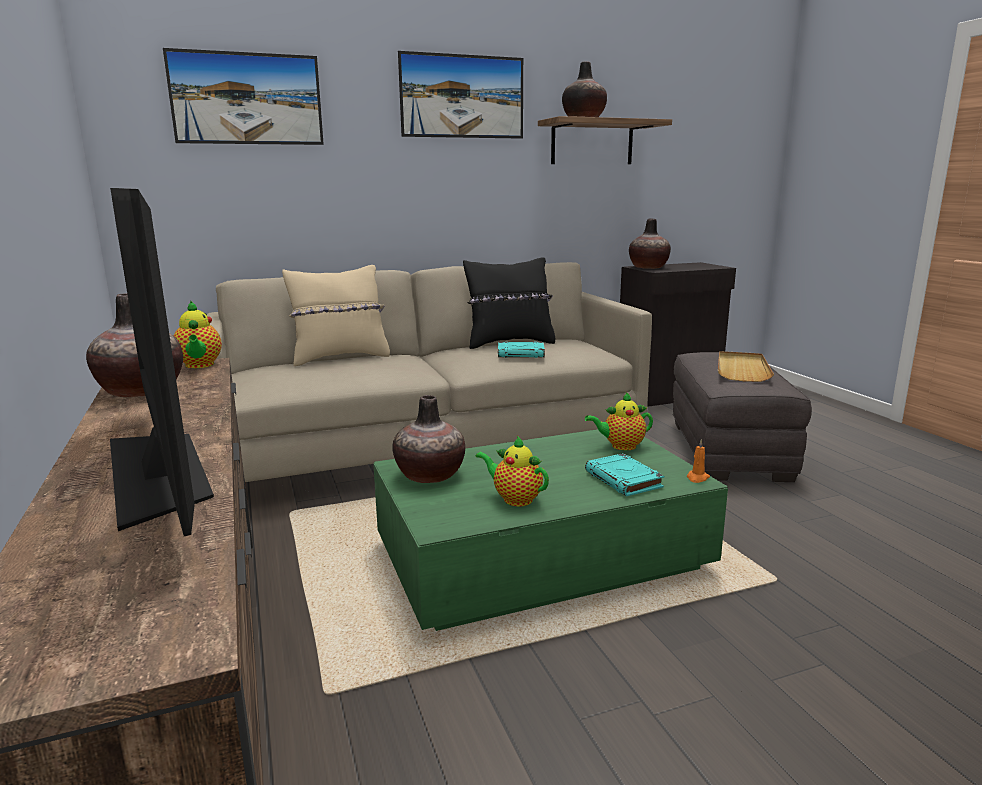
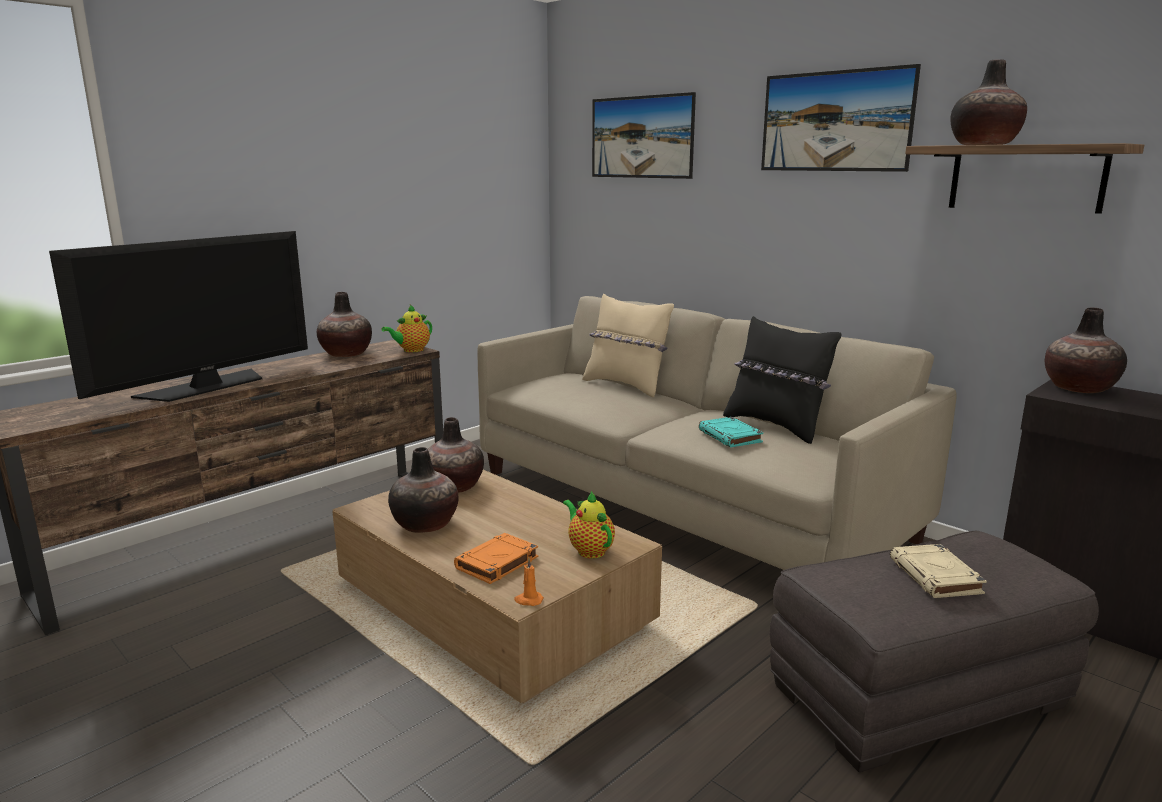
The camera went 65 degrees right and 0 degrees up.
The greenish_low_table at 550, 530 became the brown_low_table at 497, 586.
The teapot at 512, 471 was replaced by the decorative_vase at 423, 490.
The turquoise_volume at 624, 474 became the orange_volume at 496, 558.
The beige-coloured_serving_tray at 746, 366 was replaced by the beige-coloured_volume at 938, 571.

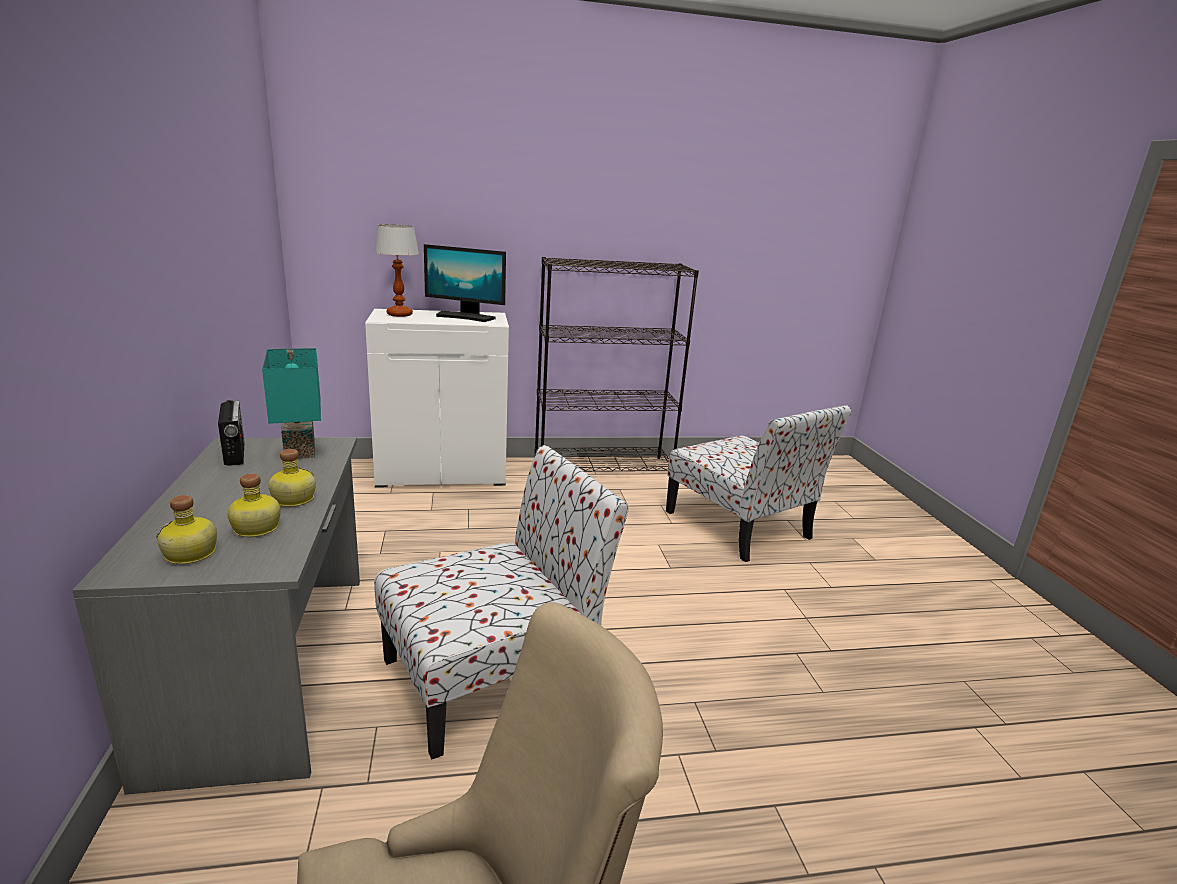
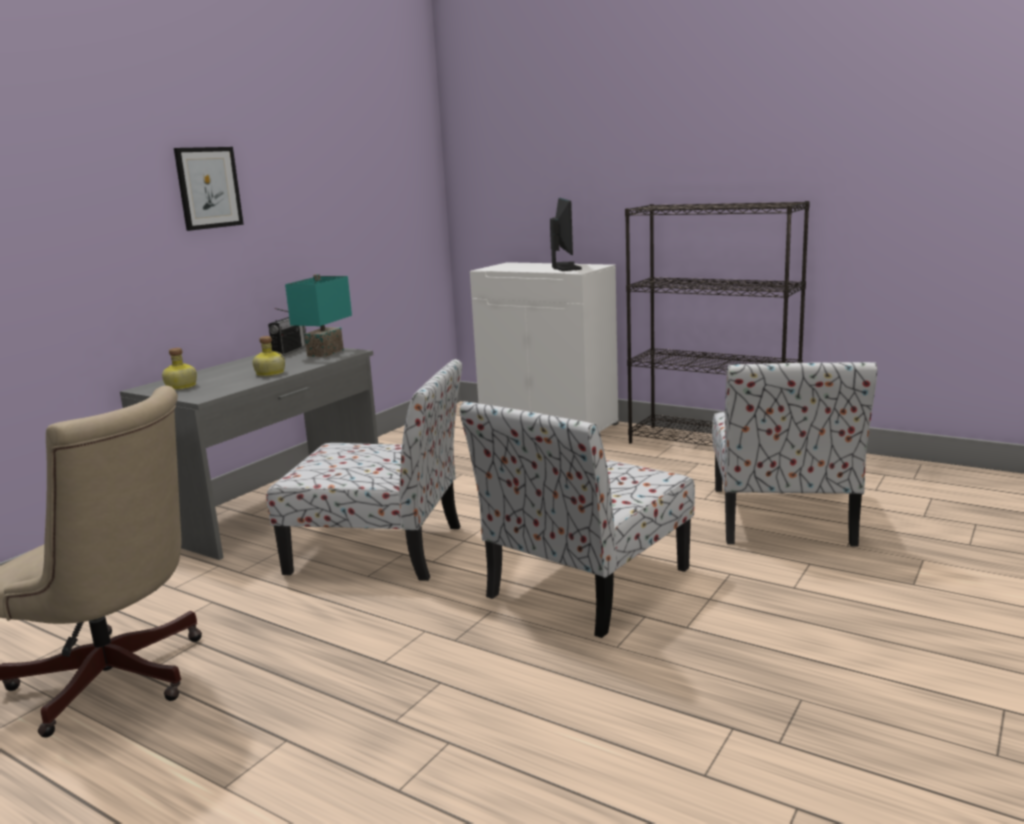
The camera went 45 degrees right and 5 degrees down.
The bottle at 254, 505 disappeared.
The table_lamp at 397, 270 disappeared.
The monitor at 465, 283 turned 150 degrees counterclockwise.
The wall_picture at 209, 189 appeared.
The plain_chair at 577, 519 appeared.

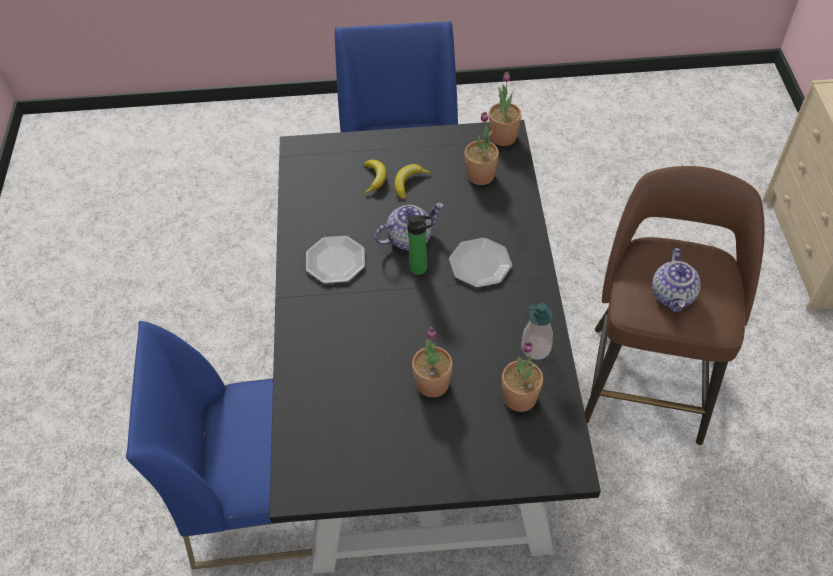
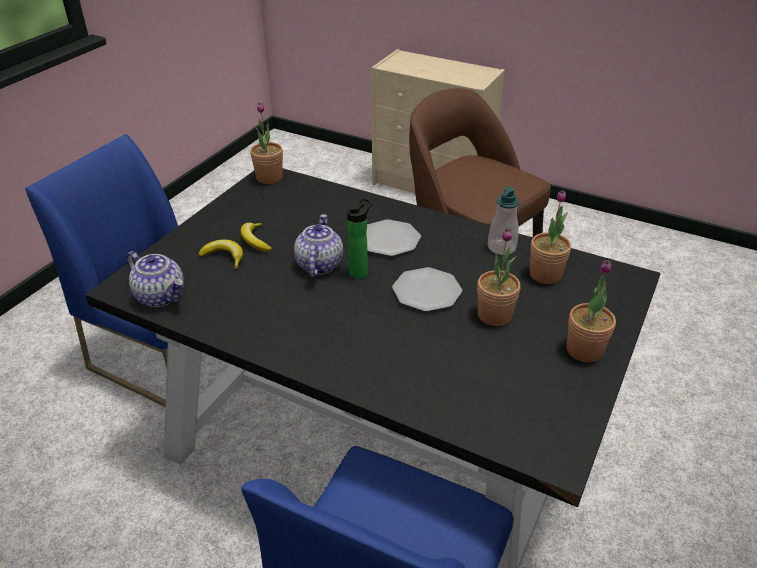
The camera went 60 degrees left and 15 degrees down.
The flat_dish moved from 335, 260 to 427, 289.
The potted_plant moved from 482, 148 to 591, 311.
The teapot moved from 676, 280 to 155, 279.

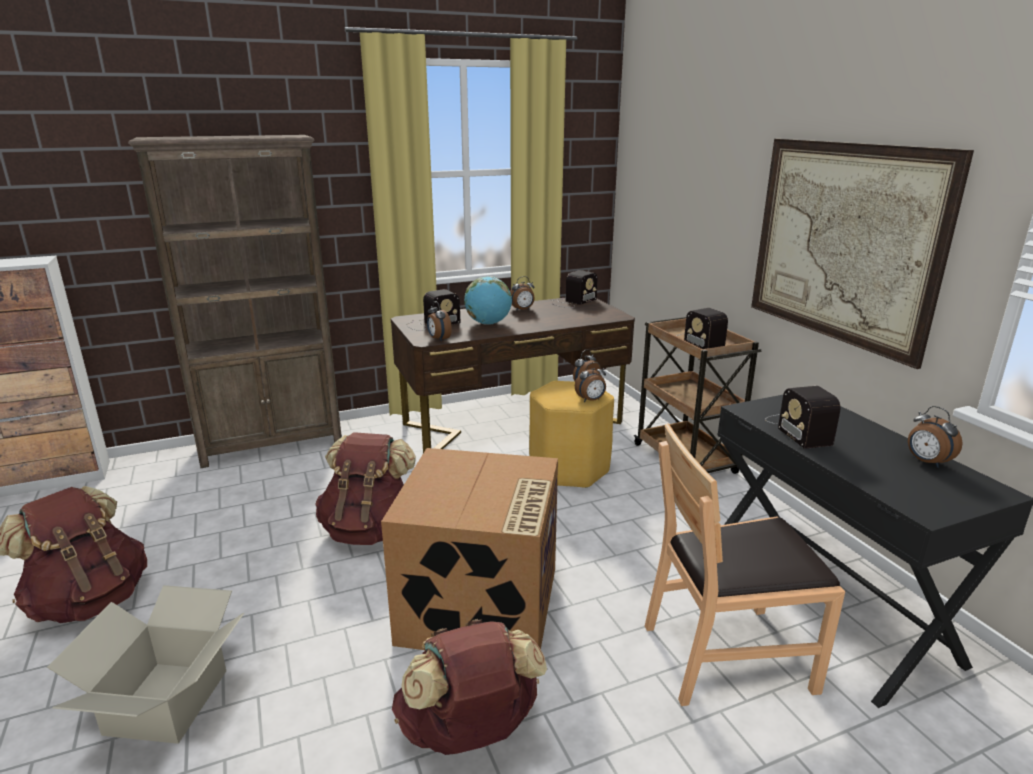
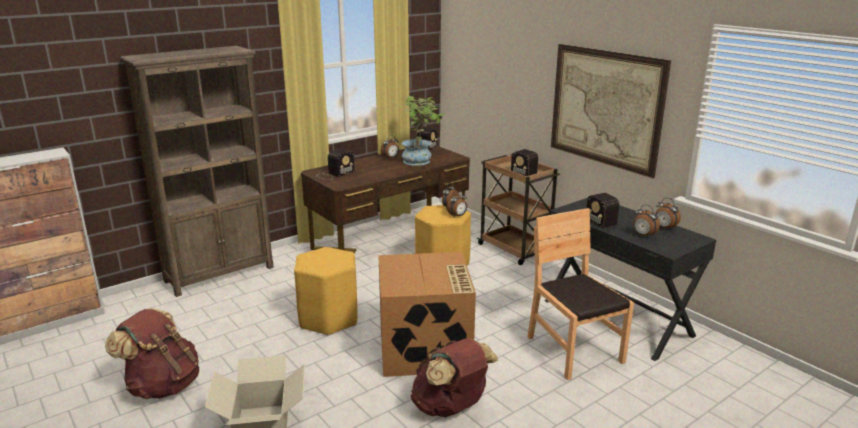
The camera went 15 degrees left and 0 degrees up.
The brown_rucksack at 365, 488 was replaced by the yellow_stool at 325, 291.
The table_clock moved from 439, 321 to 646, 221.
The world_globe at 488, 300 disappeared.
The brown_plain_chair at 745, 564 turned 90 degrees clockwise.
The potted_plant at 424, 131 appeared.

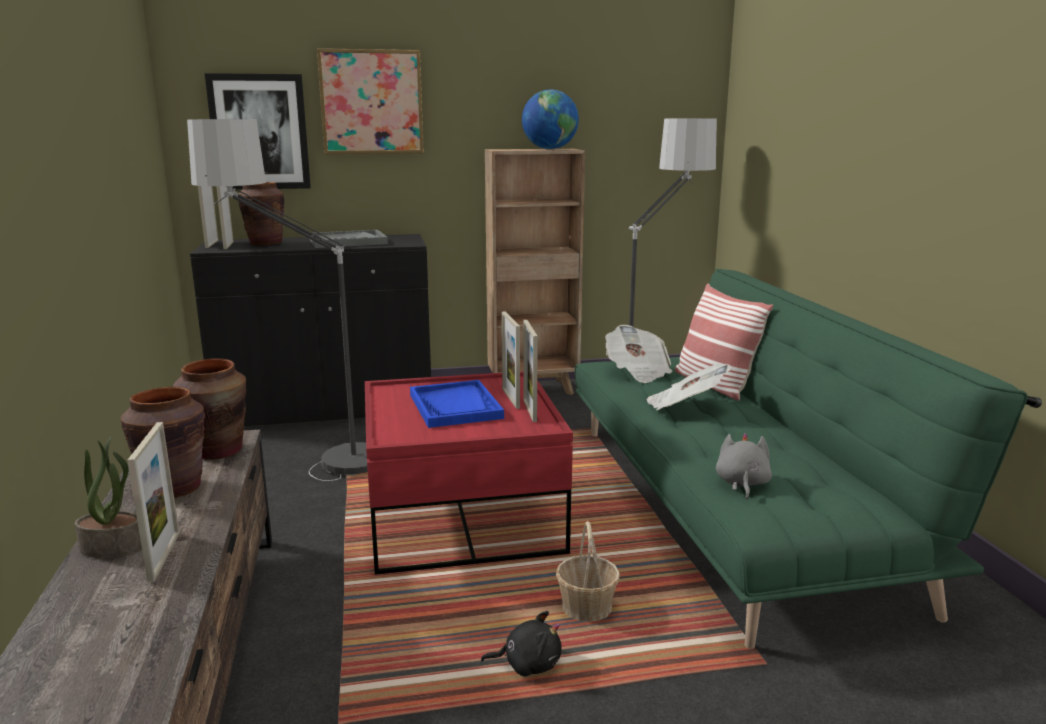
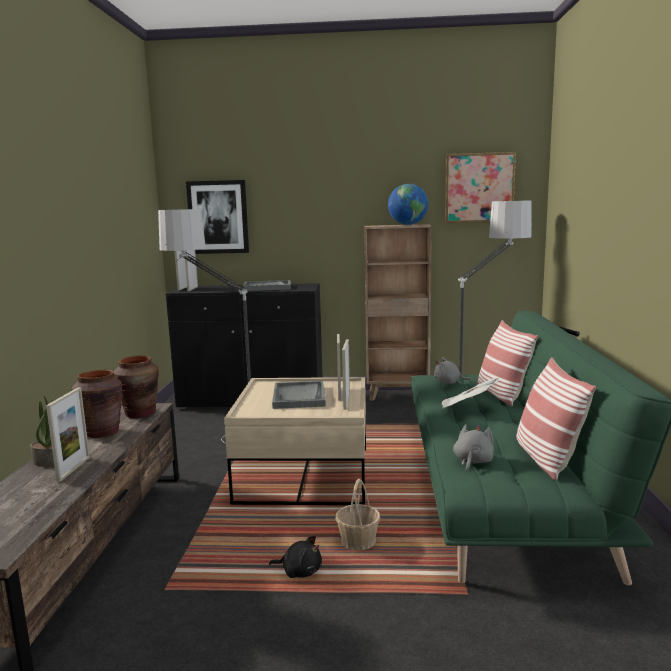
The camera went 15 degrees right and 5 degrees down.
The brown_decorative_vase at 261, 214 disappeared.
The wall_picture moved from 370, 101 to 480, 187.
The red-coloured_low_table at 469, 473 became the beige-coloured_low_table at 295, 441.
The blue-coloured_serving_tray at 457, 404 became the gray_serving_tray at 299, 395.
The daily_paper at 638, 354 was replaced by the gray_plush_toy at 453, 370.
The pillow at 556, 419 appeared.

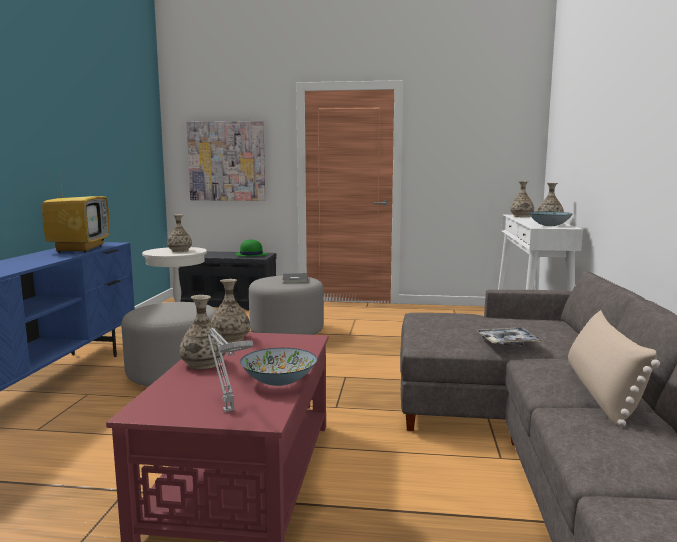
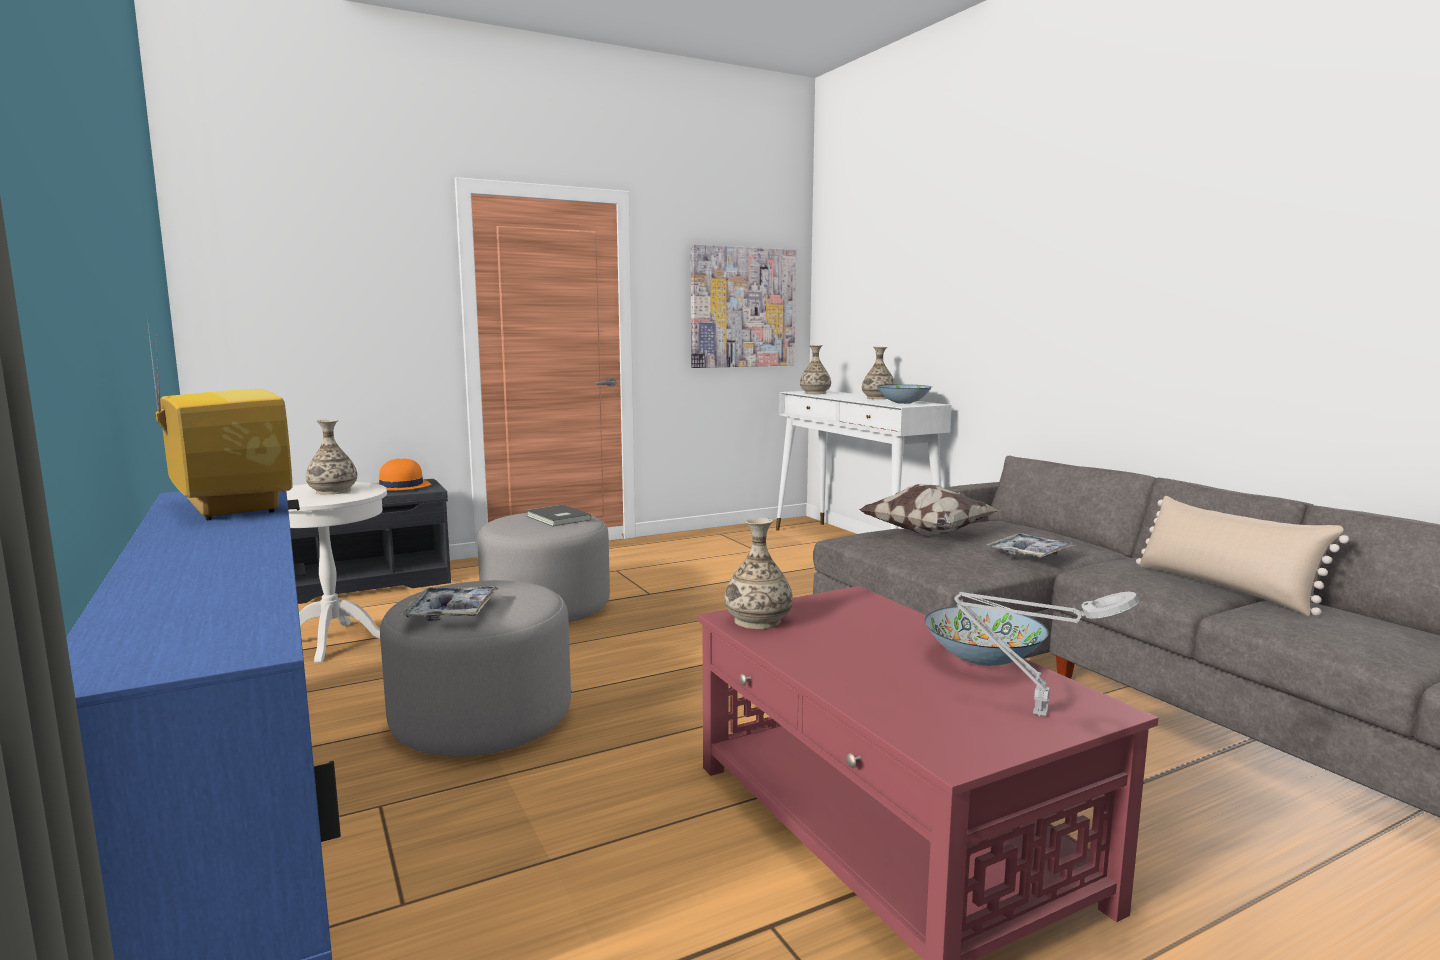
The camera went 35 degrees left and 0 degrees up.
The decorative_vase at 202, 332 disappeared.
The wall_picture moved from 226, 161 to 743, 306.
The greenish_wearable_hat at 251, 247 became the orange_wearable_hat at 403, 474.
The serving_tray at 449, 603 appeared.
The pillow at 929, 510 appeared.

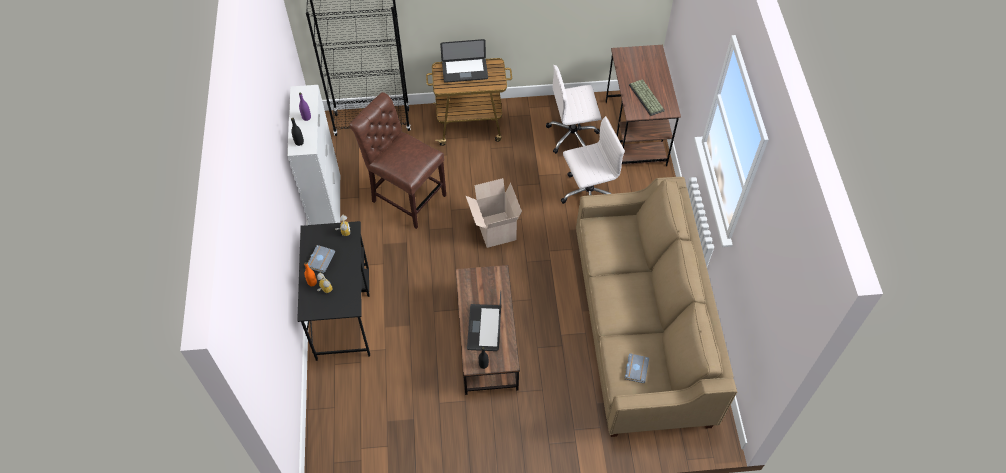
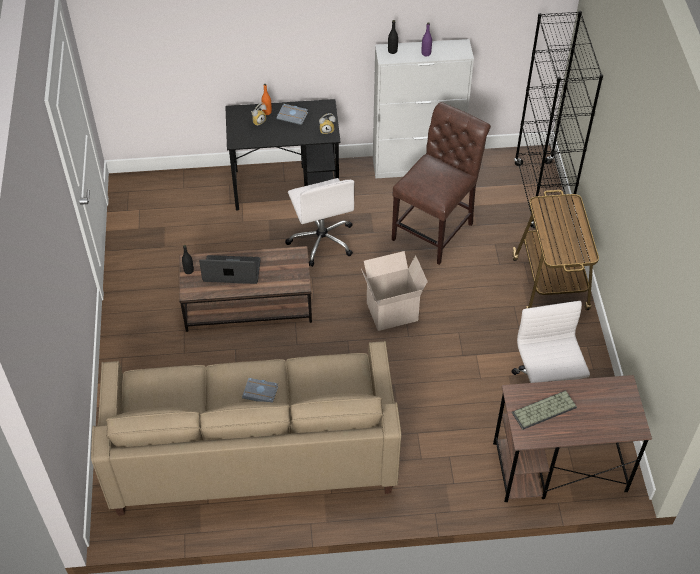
The camera went 90 degrees right and 5 degrees down.
The notebook_computer at 464, 61 disappeared.
The white_office_chair moved from 593, 160 to 320, 222.
The gray_volume moved from 636, 368 to 260, 390.

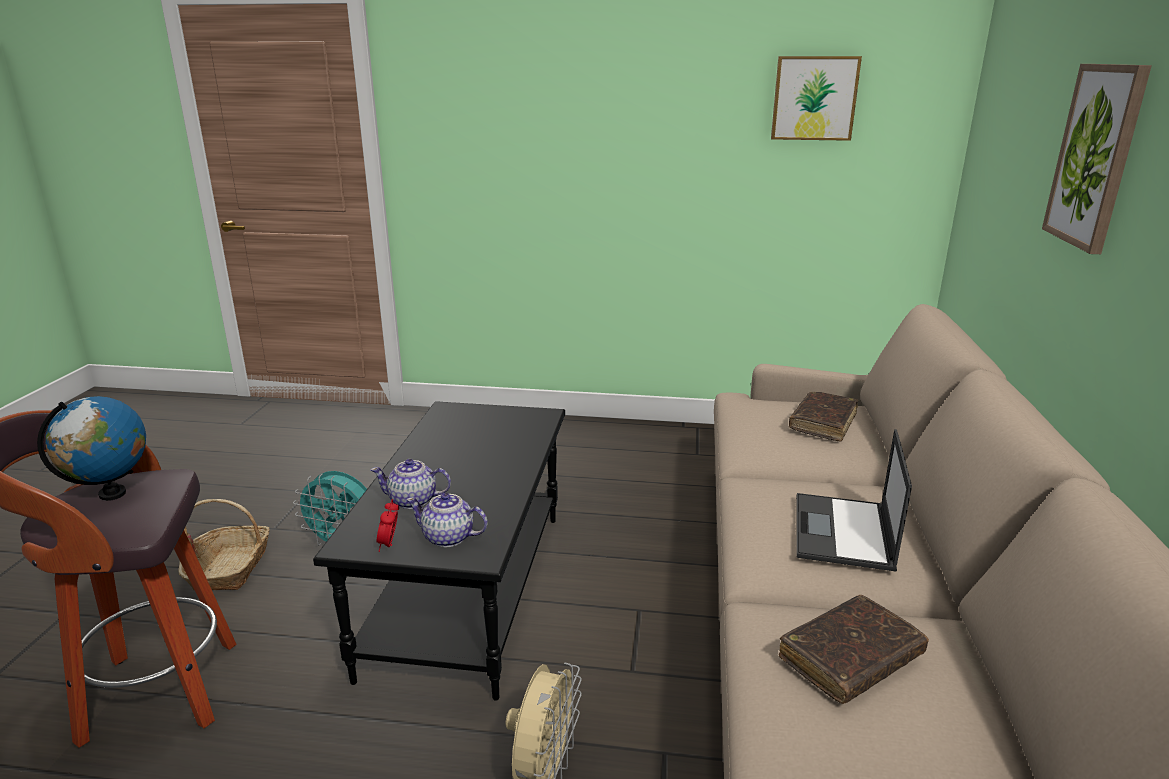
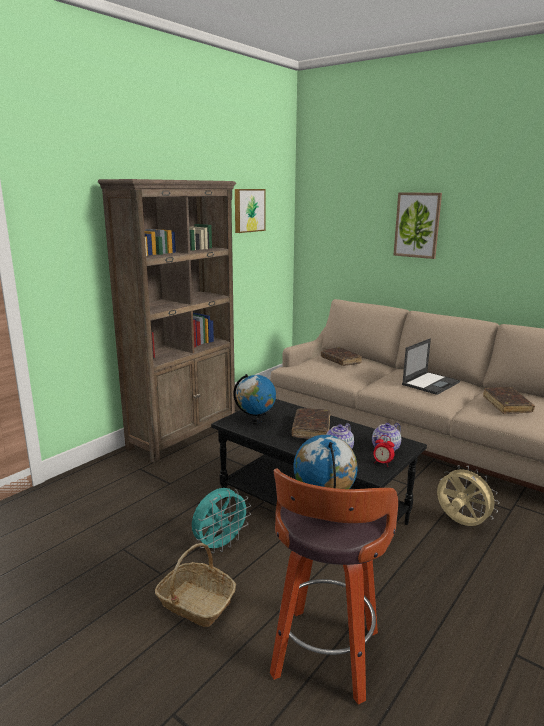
The camera went 60 degrees left and 5 degrees down.
The notebook_computer at 854, 500 turned 90 degrees counterclockwise.
The brown_shelving_unit at 167, 321 appeared.
The world_globe at 254, 399 appeared.
The brown_volume at 310, 423 appeared.

